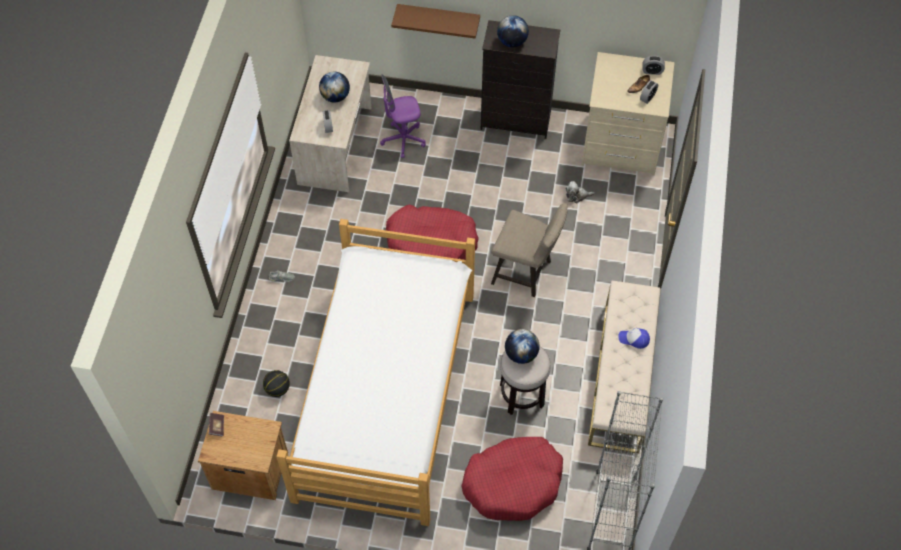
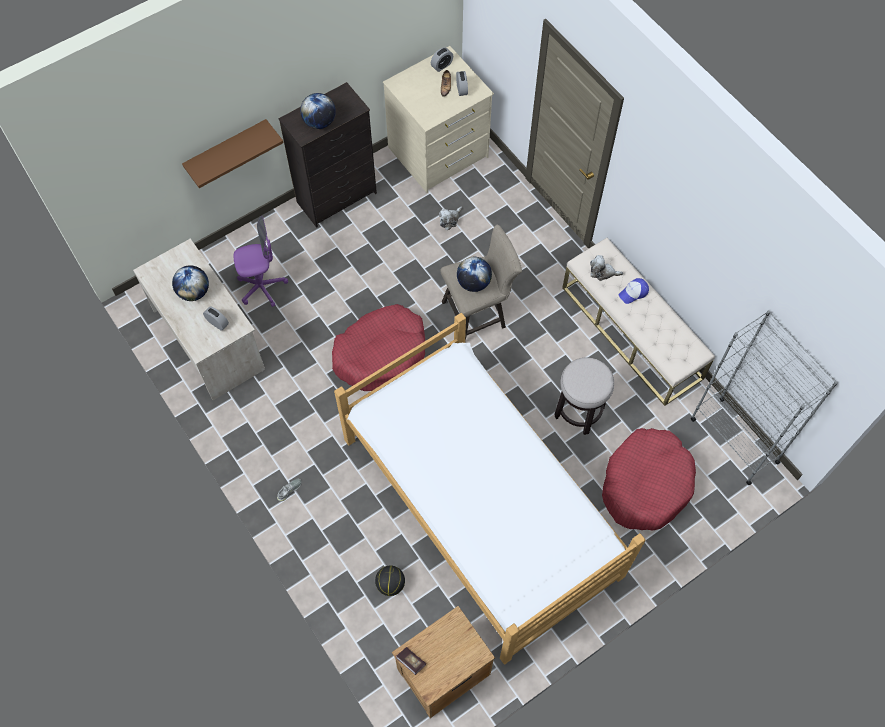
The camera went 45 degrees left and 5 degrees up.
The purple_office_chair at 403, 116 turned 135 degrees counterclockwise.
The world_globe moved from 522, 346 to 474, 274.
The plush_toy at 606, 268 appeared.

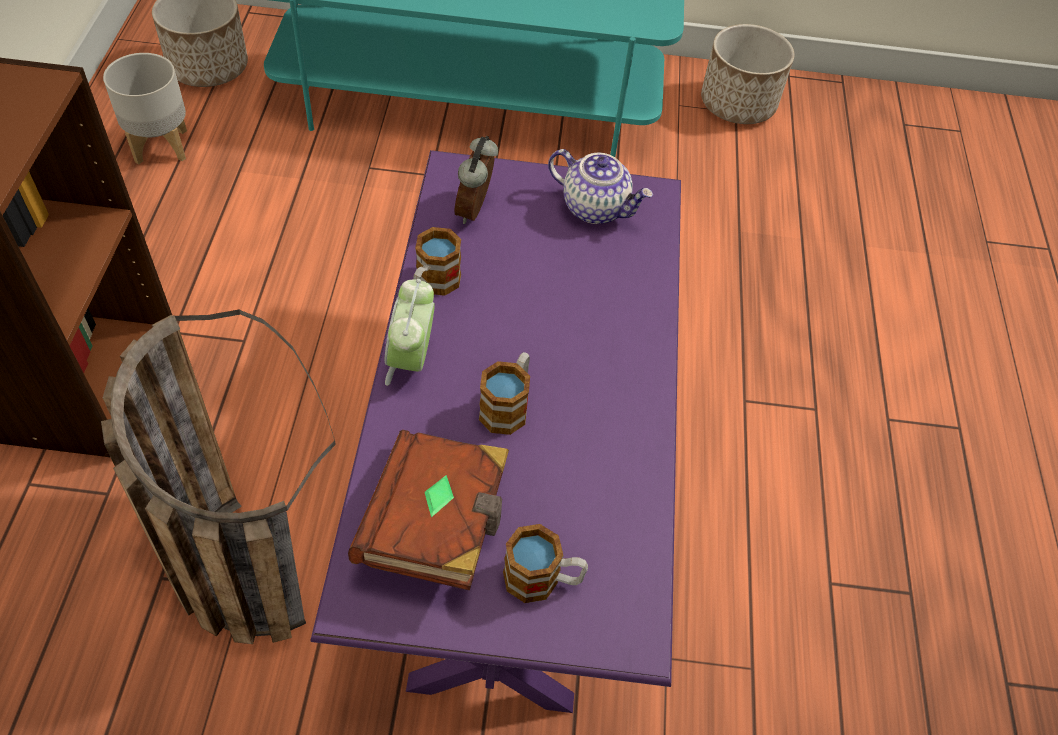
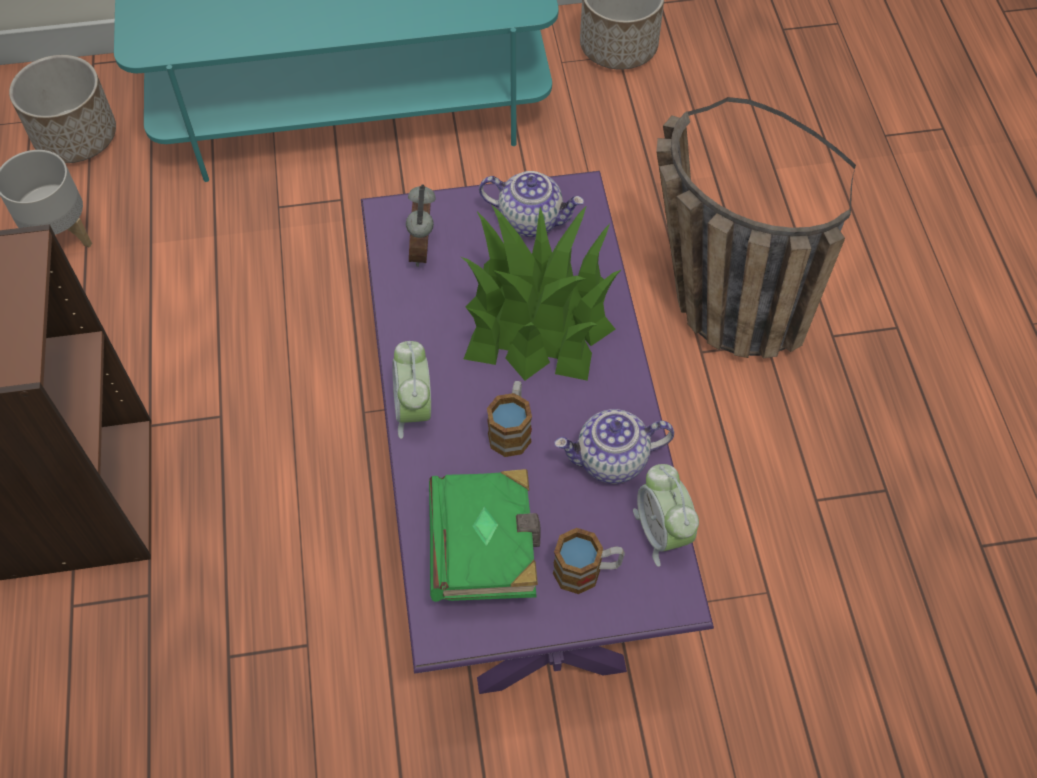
The camera went 10 degrees left and 5 degrees up.
The storage_basket moved from 218, 477 to 756, 227.
The brown_volume at 428, 510 became the greenish_volume at 485, 535.
The tea_mug at 437, 261 disappeared.
The potted_plant at 541, 292 appeared.
The teapot at 614, 446 appeared.
The table_clock at 666, 515 appeared.

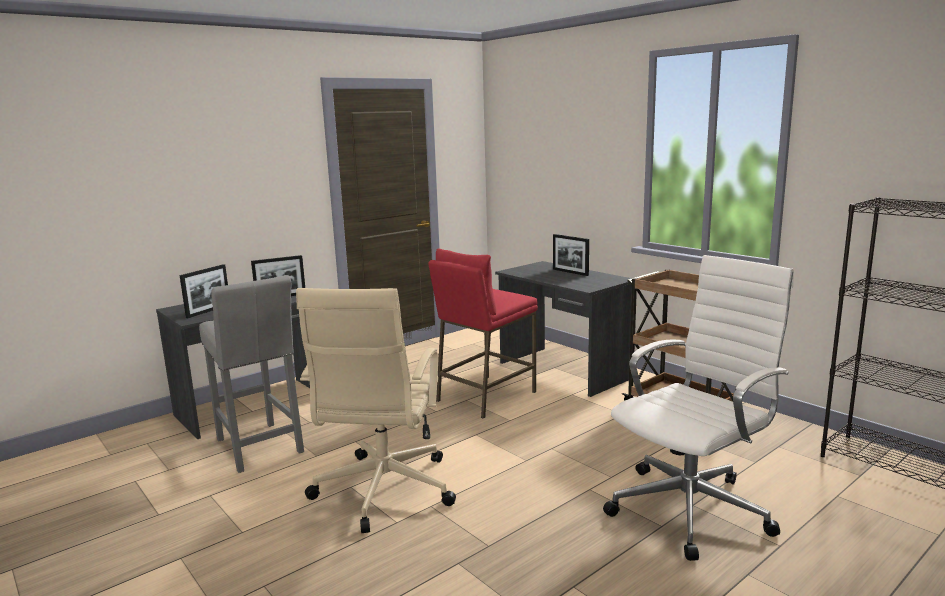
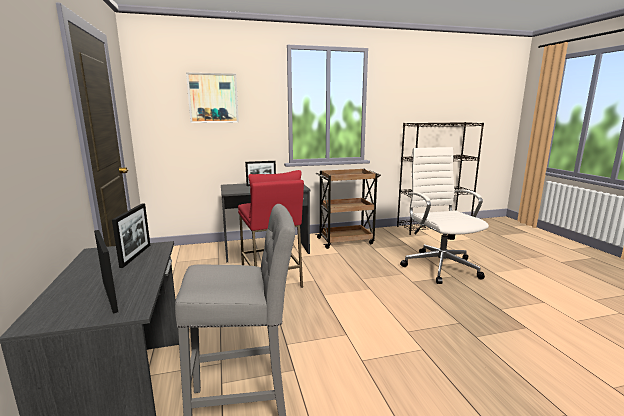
The camera went 65 degrees left and 0 degrees up.
The beige-coloured_office_chair at 376, 410 disappeared.
The wall_picture at 212, 98 appeared.

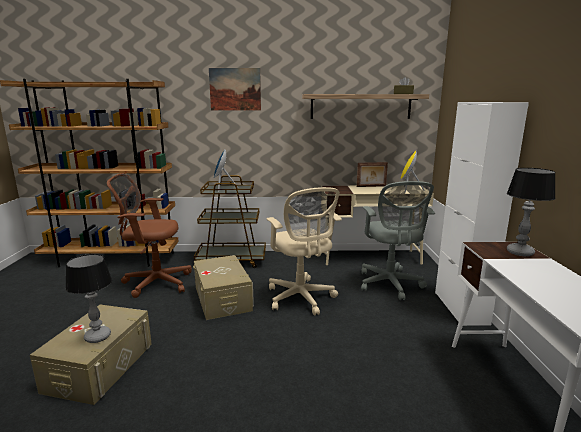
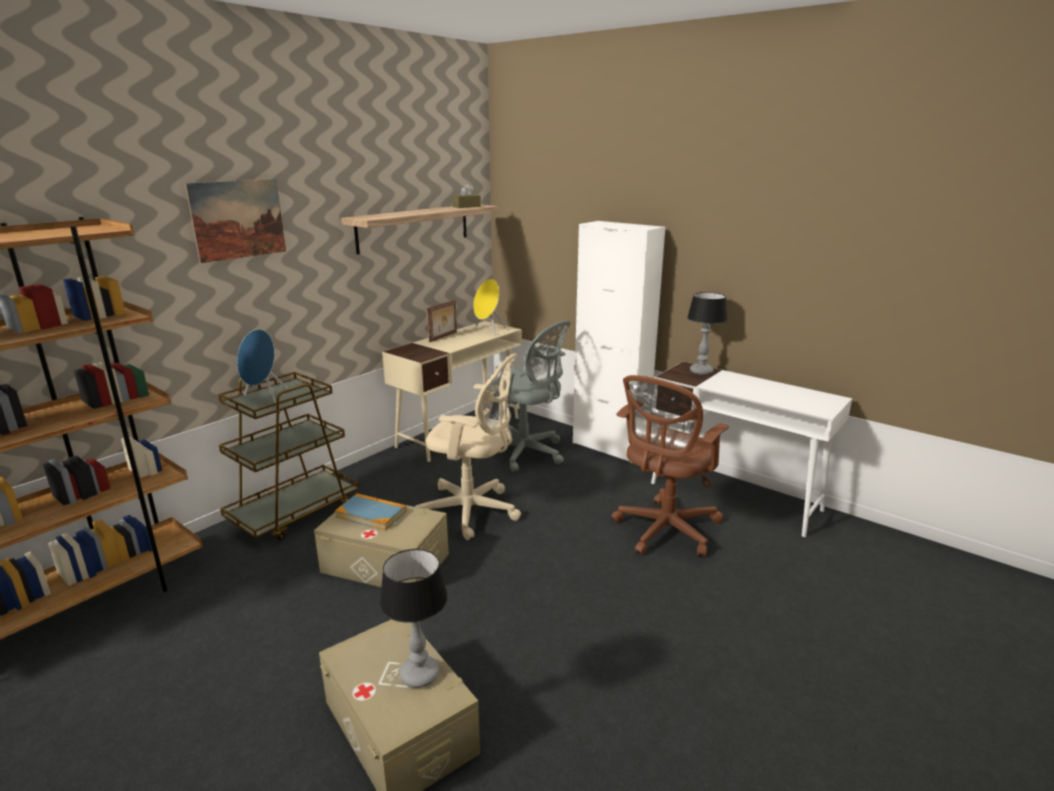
The camera went 50 degrees left and 5 degrees up.
The brown_office_chair moved from 149, 235 to 670, 466.
The volume at 371, 511 appeared.

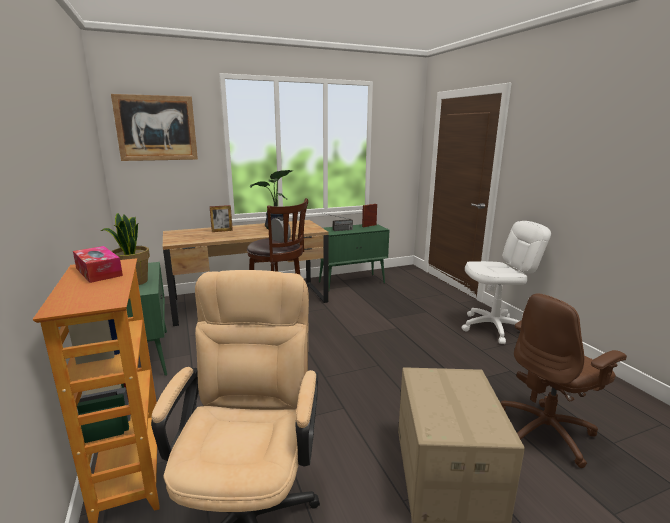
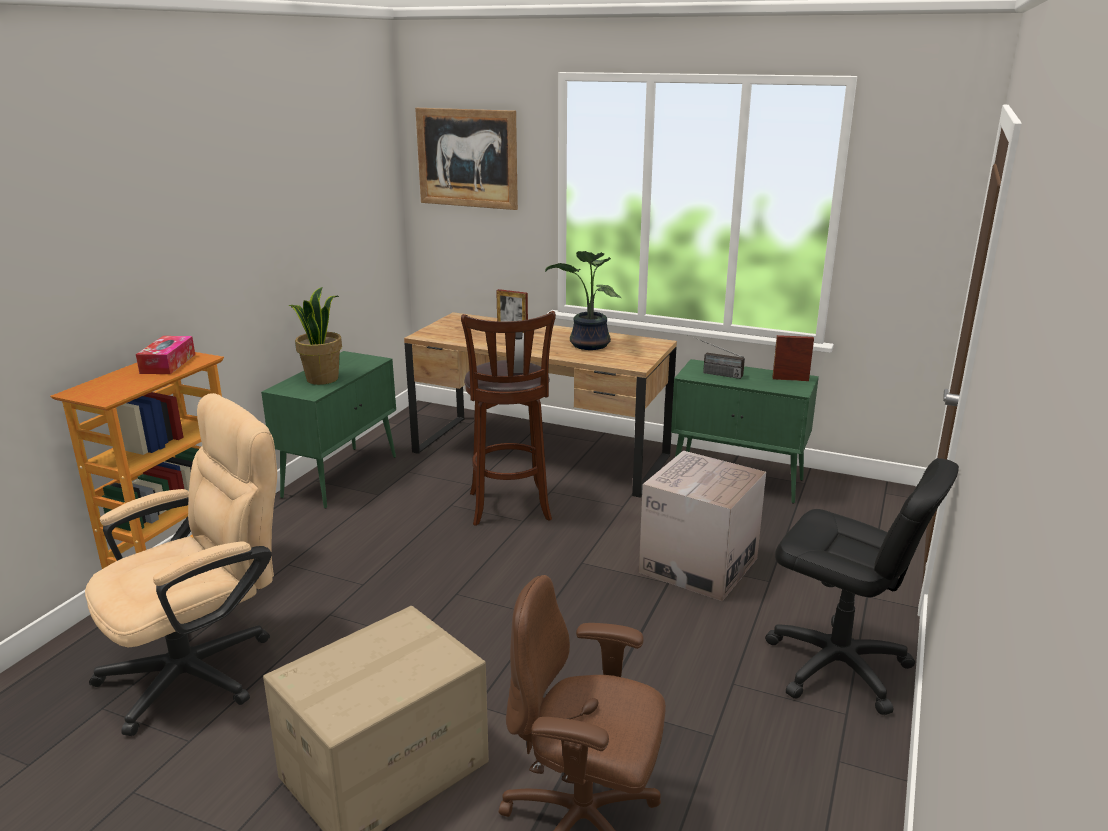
The camera went 45 degrees right and 5 degrees up.
The white_office_chair at 506, 282 became the blackish_office_chair at 862, 586.
The carton at 702, 526 appeared.

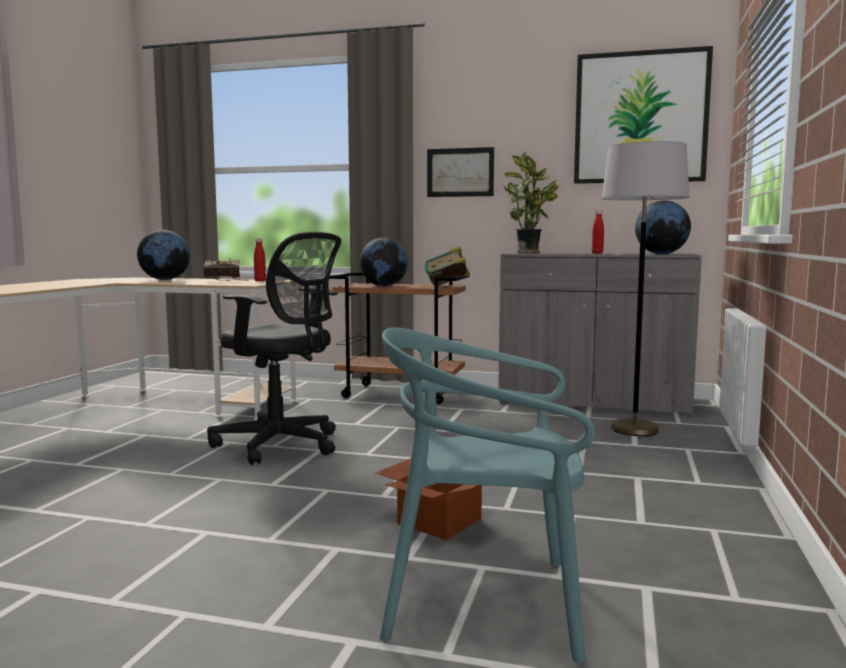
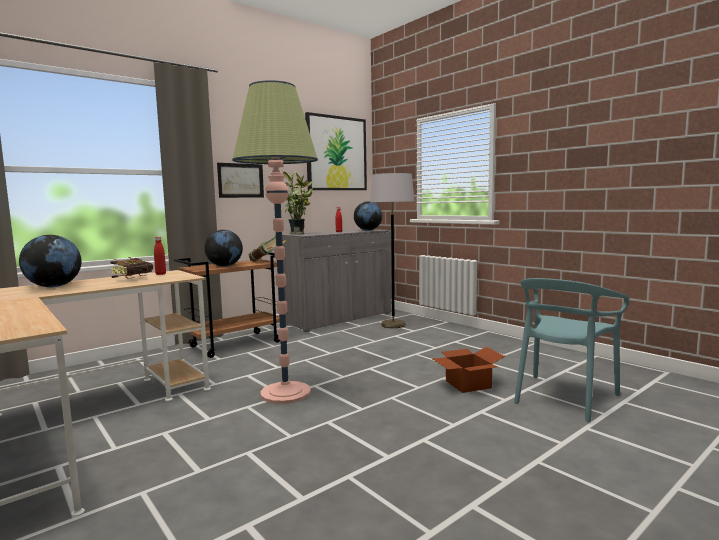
The camera went 55 degrees left and 0 degrees up.
The blackish_office_chair at 274, 348 was replaced by the standard_lamp at 275, 242.

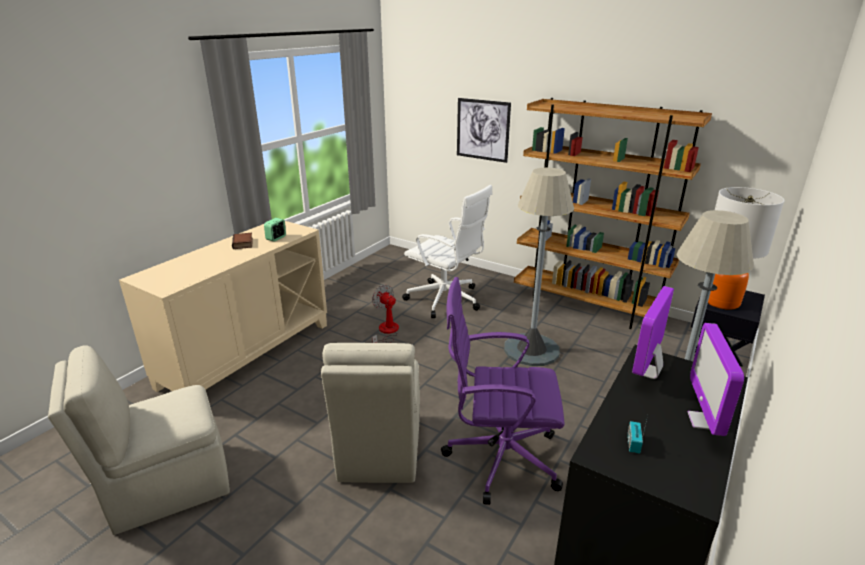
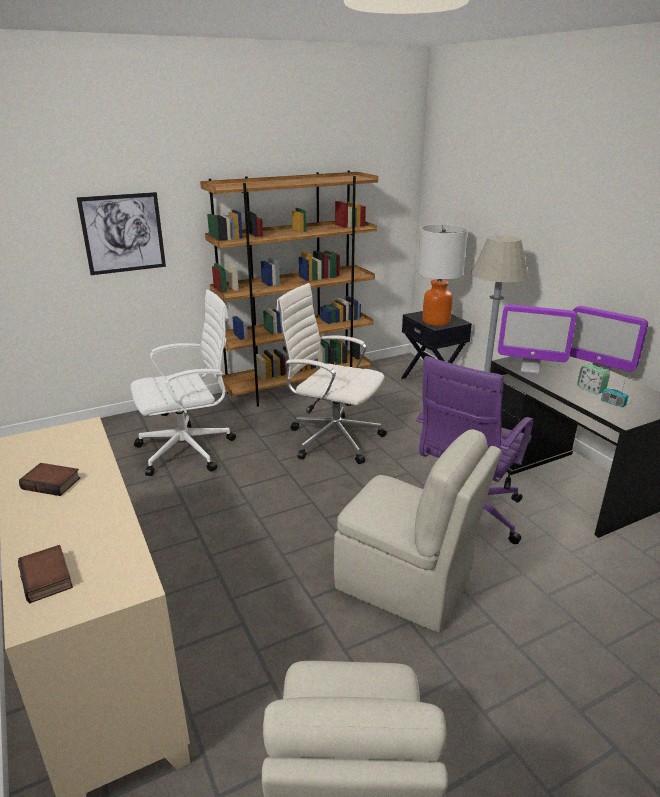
The camera went 60 degrees left and 0 degrees up.
The table_clock moved from 275, 230 to 593, 379.
The cooling_fan at 385, 314 disappeared.
The gray_standard_lamp at 539, 267 was replaced by the white_office_chair at 332, 373.
The monitor at 653, 332 turned 45 degrees counterclockwise.
The volume at 45, 574 appeared.

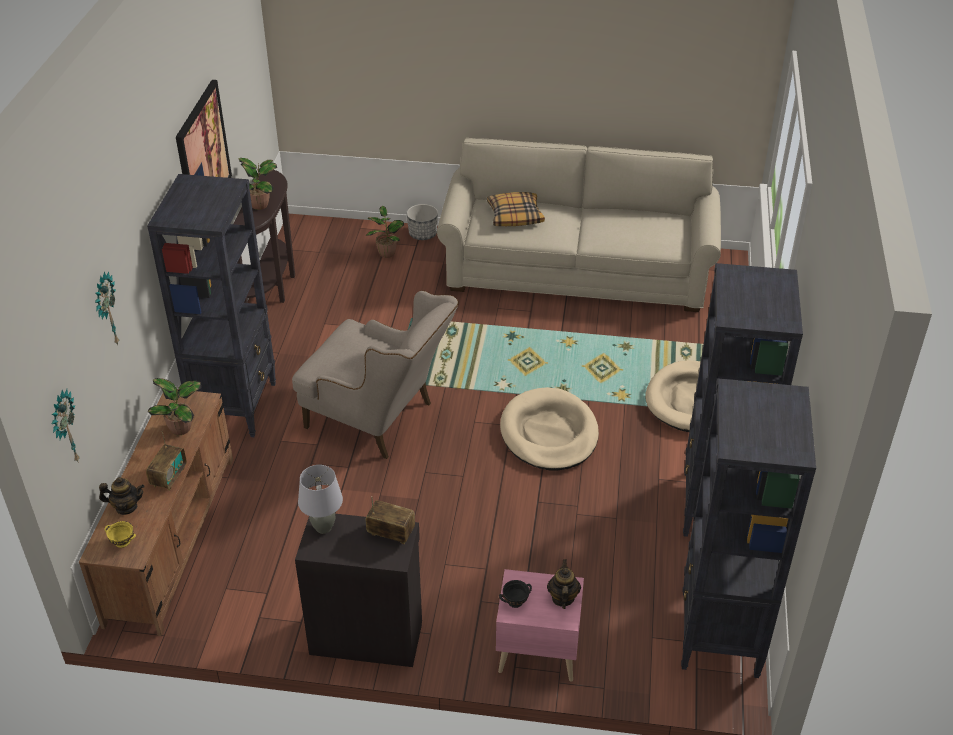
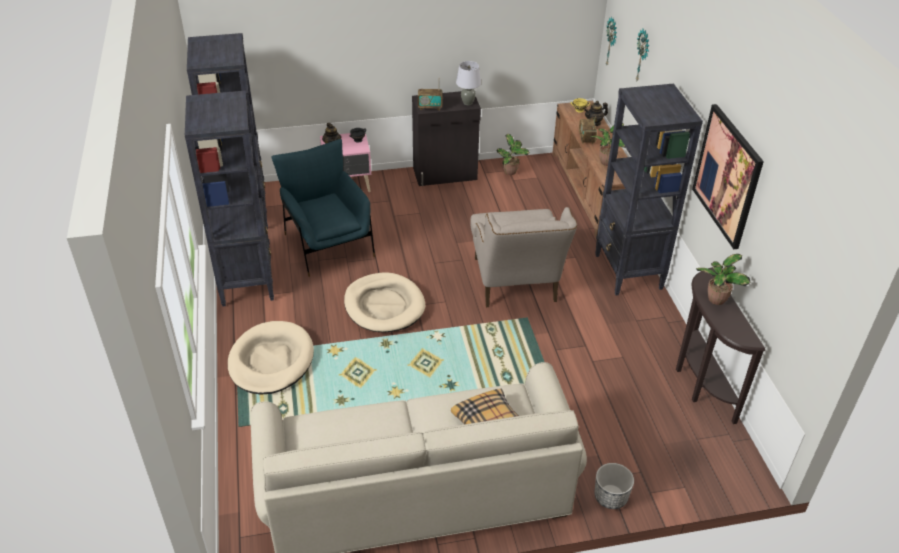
The camera went 160 degrees right and 0 degrees up.
The beige-coloured_lounge_chair at 375, 375 turned 105 degrees counterclockwise.
The potted_plant moved from 385, 232 to 513, 154.
The blue-coloured_lounge_chair at 323, 208 appeared.

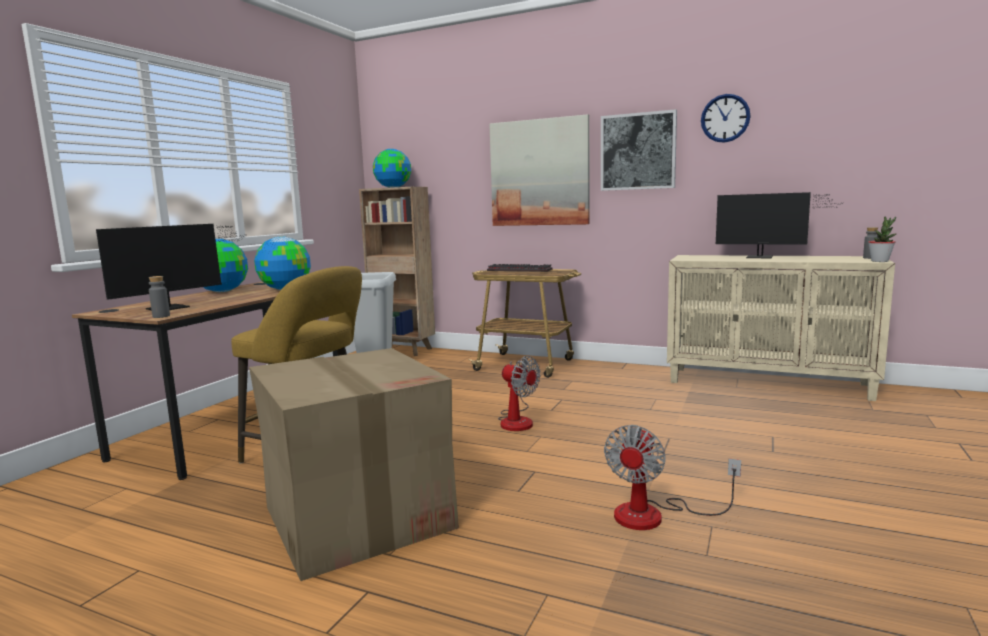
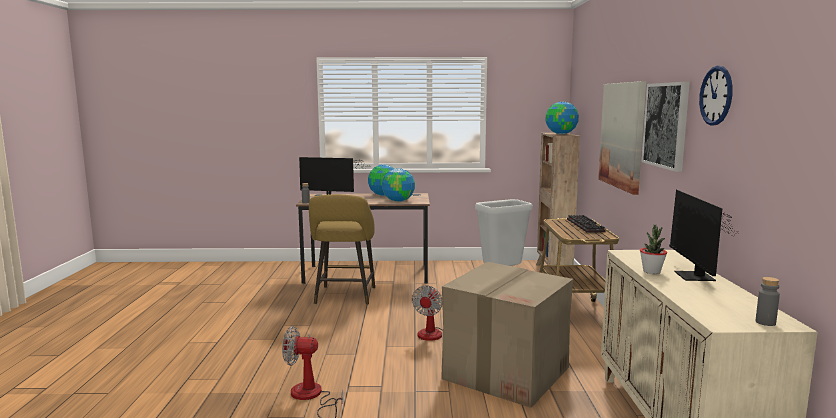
The camera went 65 degrees right and 0 degrees up.
The carton moved from 354, 464 to 507, 335.
The potted_plant moved from 882, 239 to 653, 249.

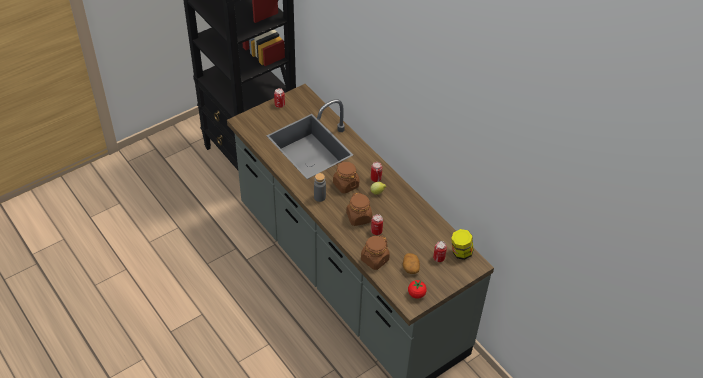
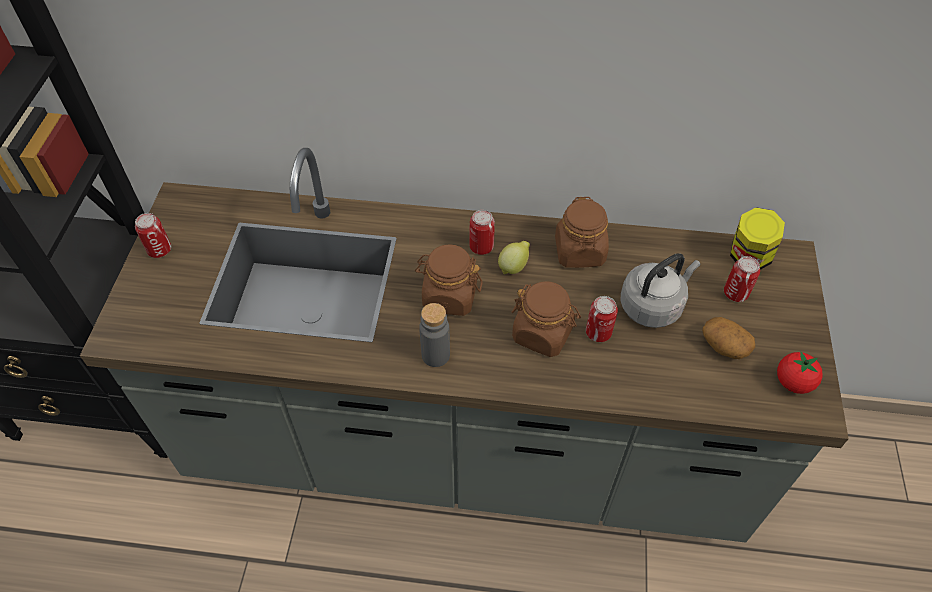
The camera went 45 degrees left and 5 degrees up.
The brown_preserve_jar moved from 375, 252 to 582, 232.
The gray_water_kettle at 660, 290 appeared.

